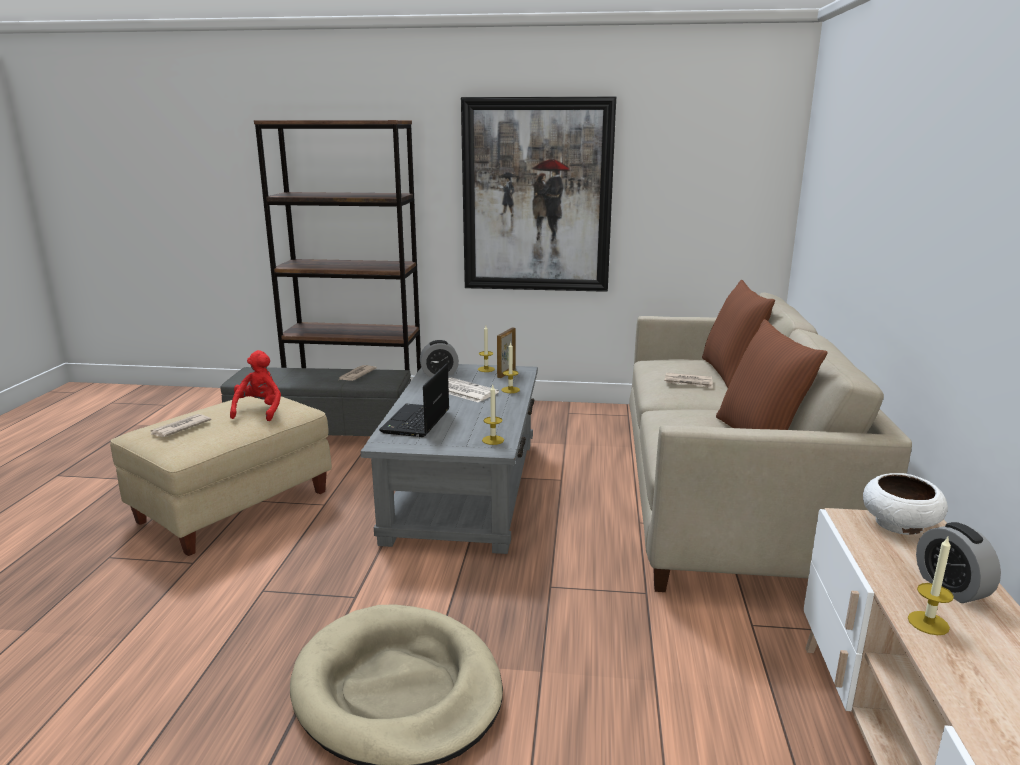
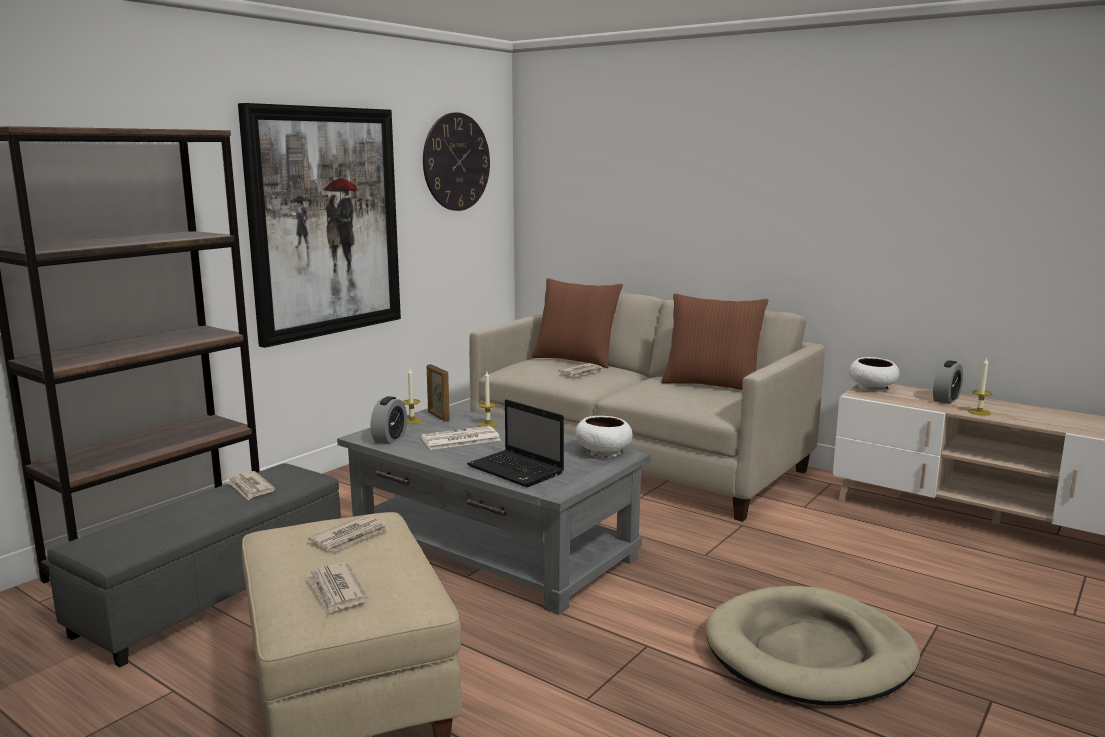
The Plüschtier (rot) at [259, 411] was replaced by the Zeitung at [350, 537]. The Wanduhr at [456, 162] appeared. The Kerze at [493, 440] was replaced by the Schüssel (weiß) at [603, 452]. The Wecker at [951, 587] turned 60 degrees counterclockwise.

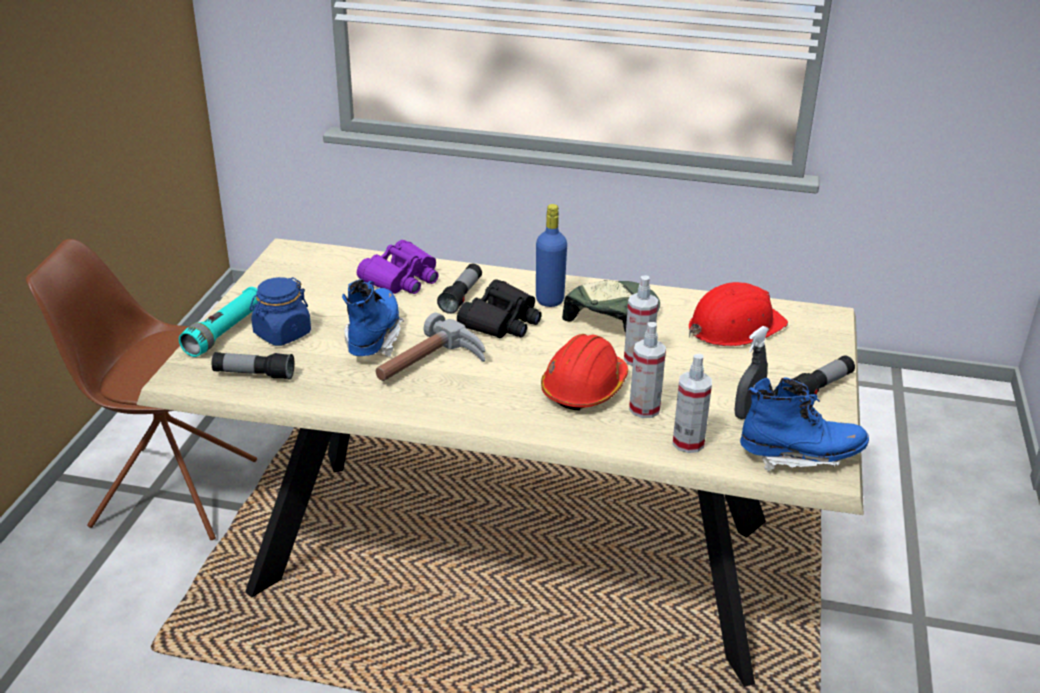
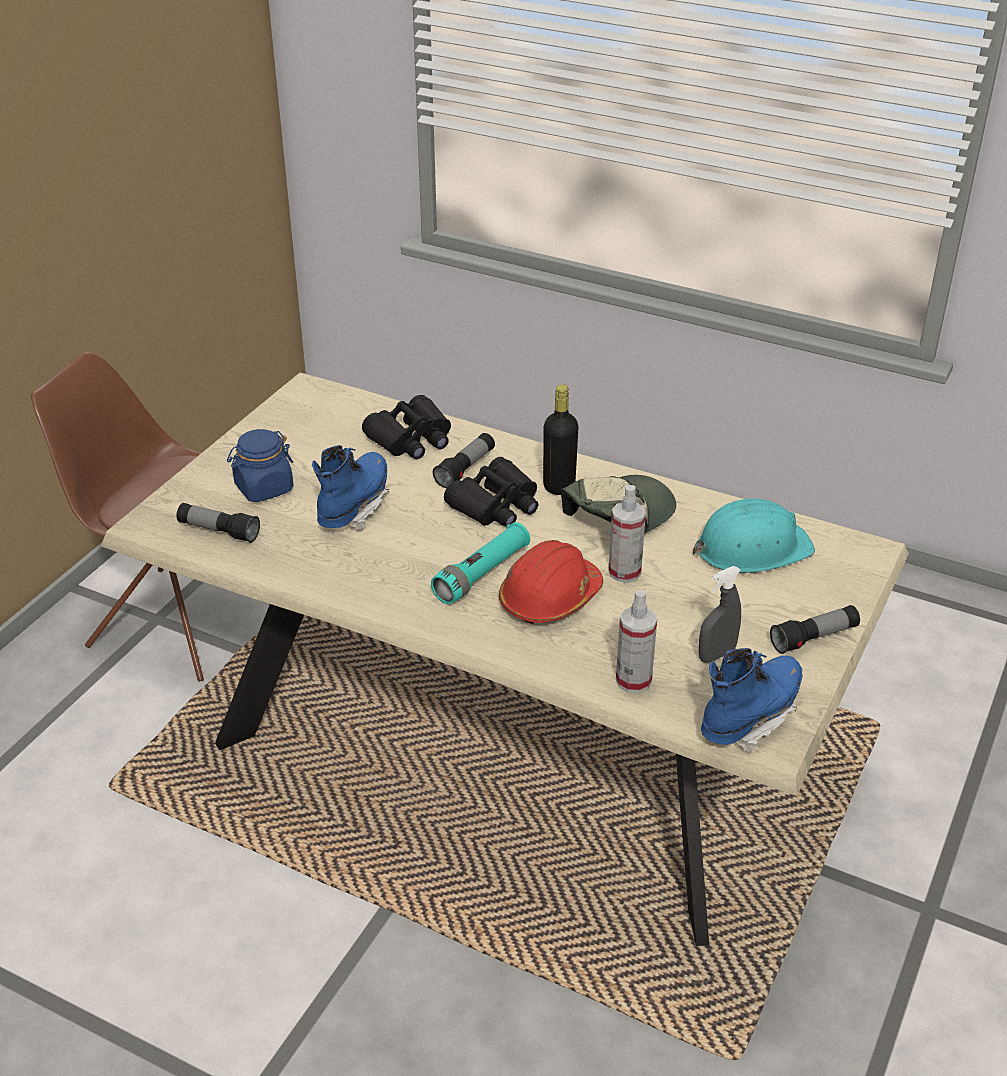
The Fernglas (lila) at [402, 279] became the Fernglas (schwarz) at [411, 439]. The Taschenlampe (türkis) moved from [225, 332] to [482, 574]. The Flasche (blau) at [549, 300] became the Flasche (schwarz) at [559, 486]. The Schutzhelm (rot) at [734, 327] became the Schutzhelm (türkis) at [751, 548]. The Stiefel (blau) at [800, 457] turned 60 degrees counterclockwise. The Hammer at [431, 366] disappeared. The Sprühflasche at [644, 409] disappeared.

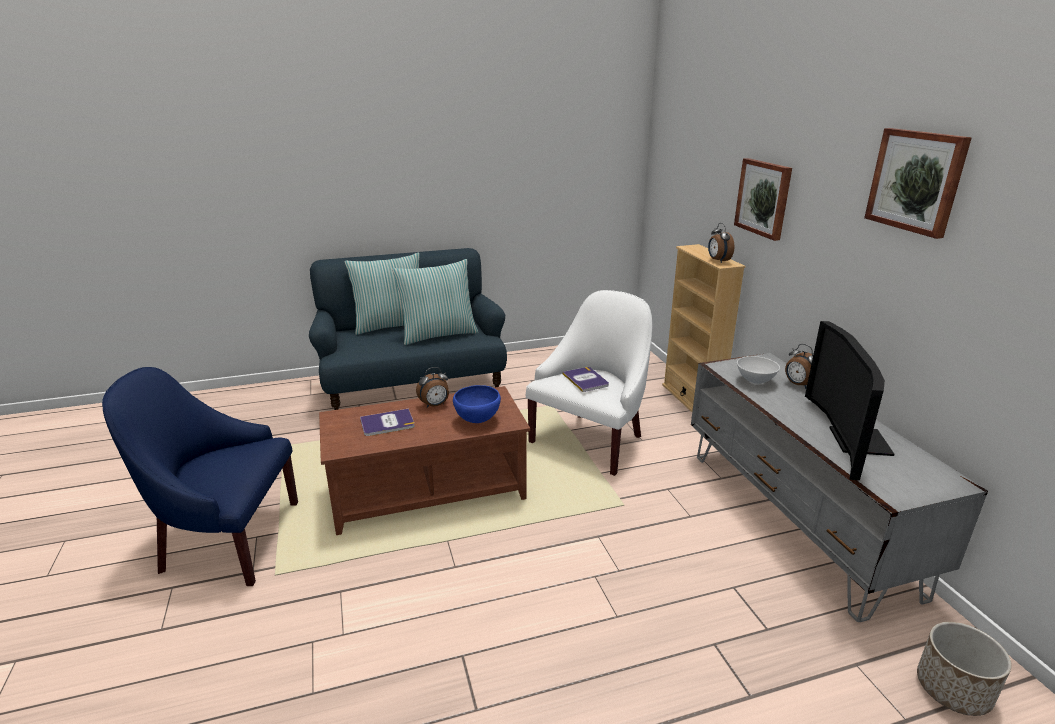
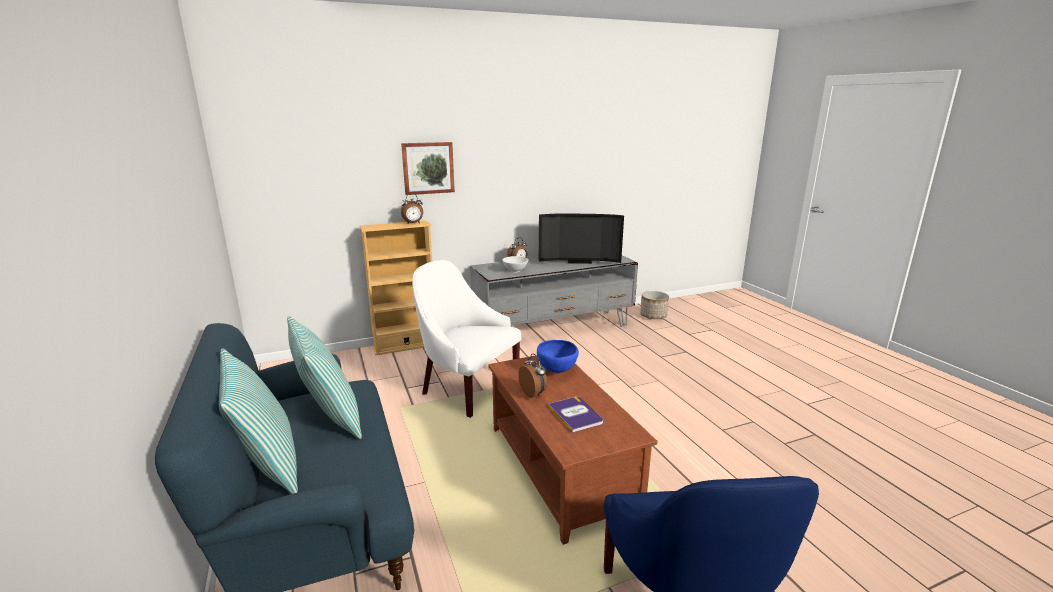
The Buch at [585, 380] disappeared. The Bild at [916, 181] disappeared.

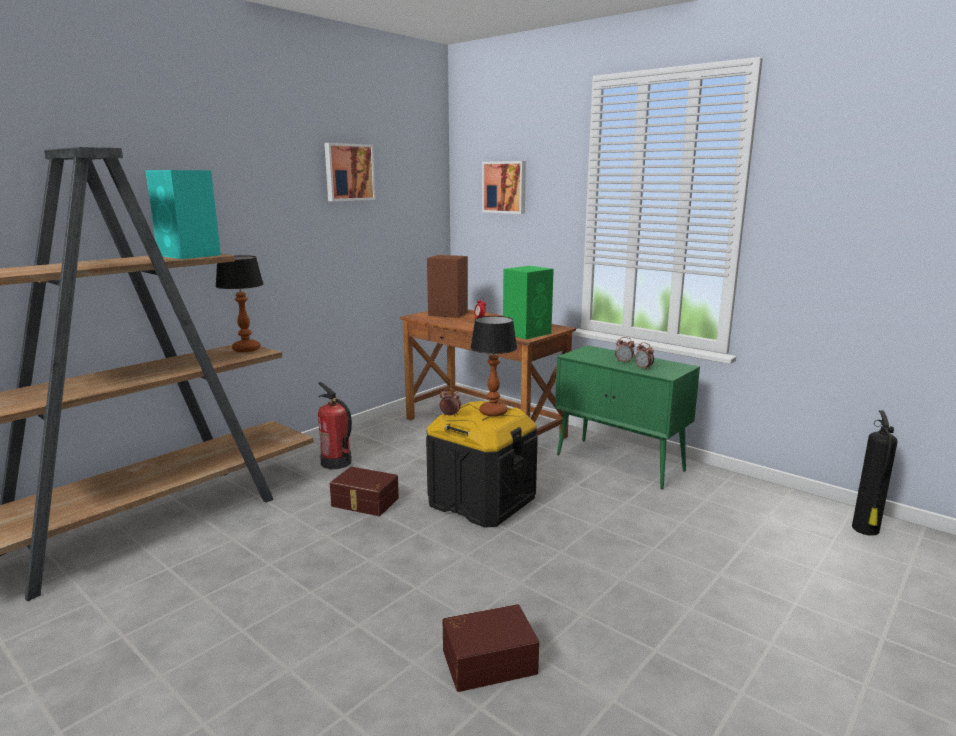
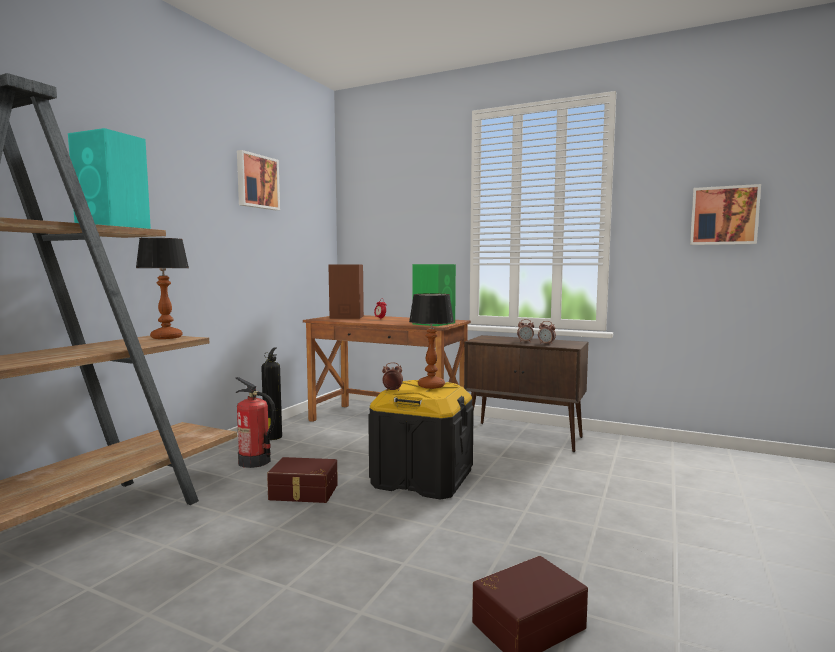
The Feuerlöscher moved from [865, 530] to [272, 437]. The Schrank (grün) at [620, 463] became the Schrank (braun) at [525, 436]. The Bild moved from [505, 187] to [723, 215].

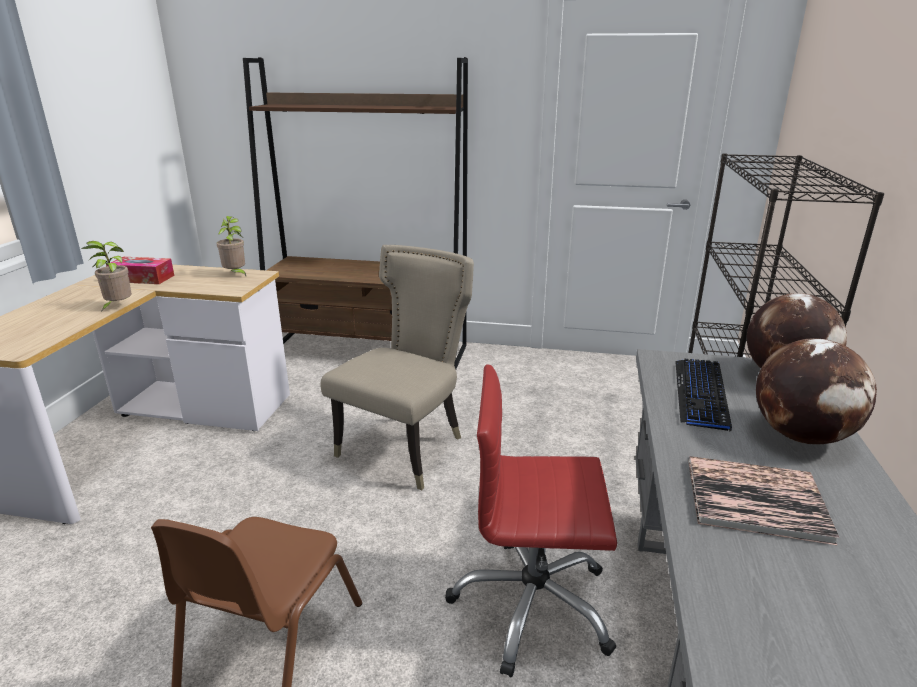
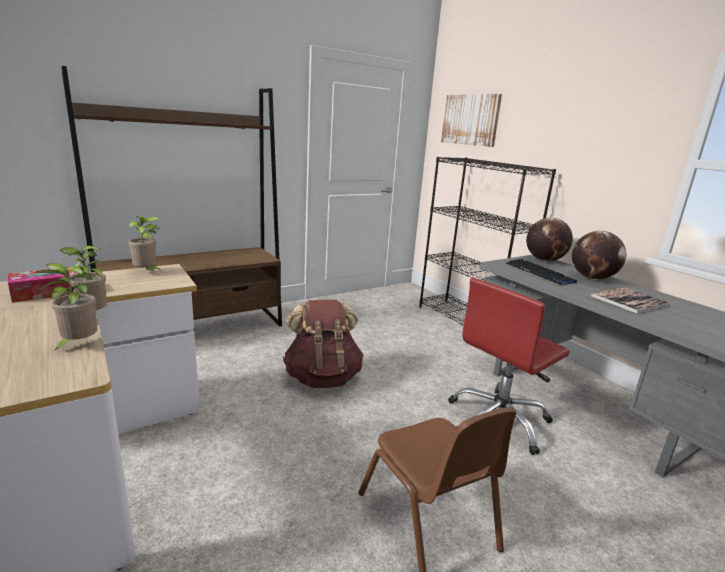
The Topfpflanze at [78, 345] appeared. The Stuhl (beige) at [407, 447] was replaced by the Rucksack (braun) at [322, 377]. The Bild at [470, 120] appeared.

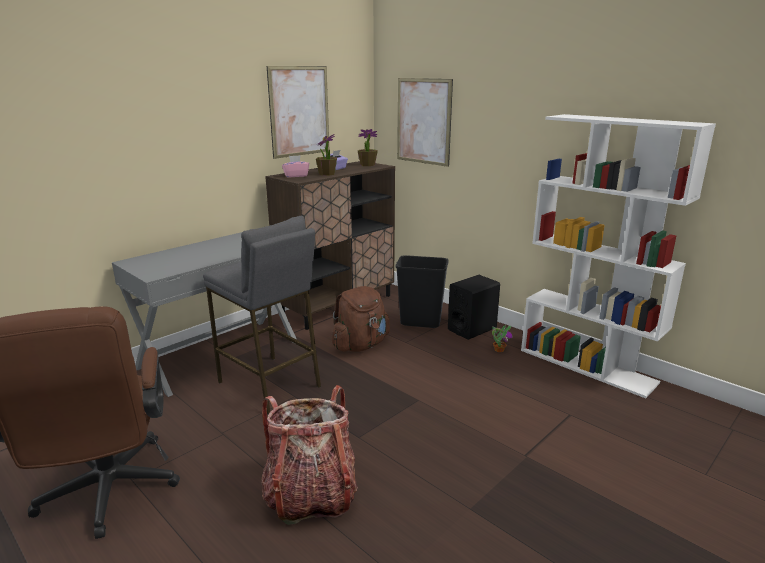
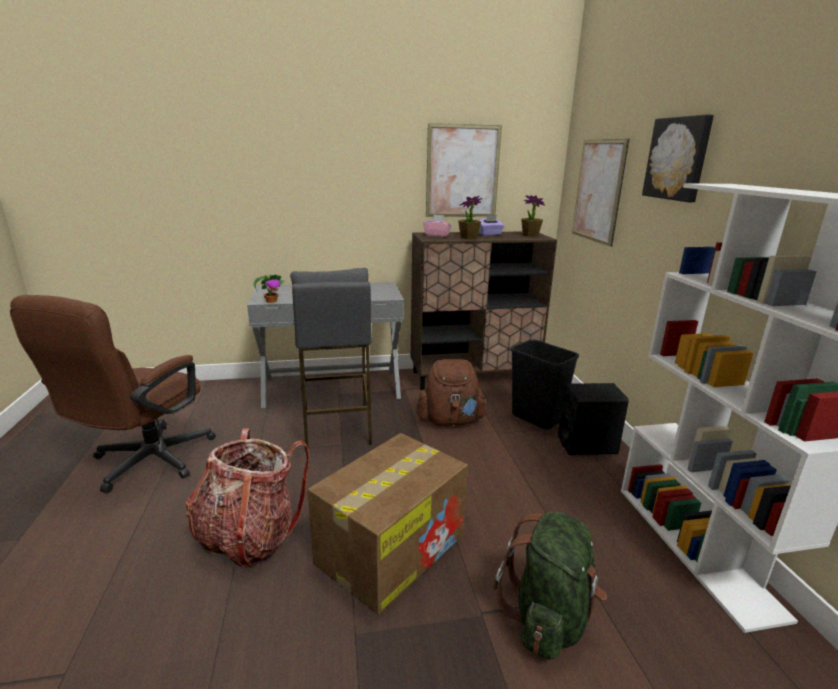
The Topfpflanze moved from [499, 350] to [271, 301]. The Karton at [392, 547] appeared. The Rucksack (grün) at [548, 617] appeared. The Bild at [678, 159] appeared.

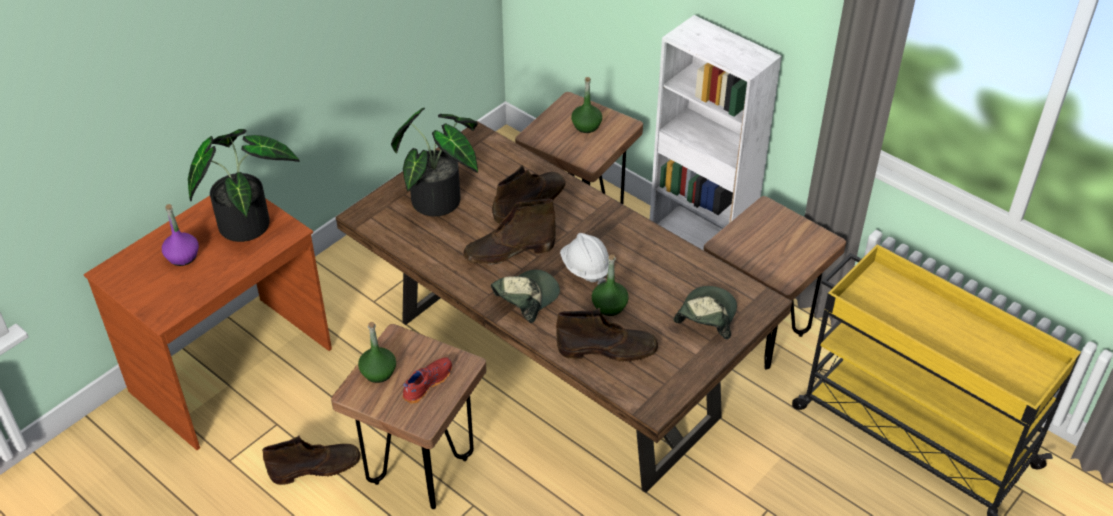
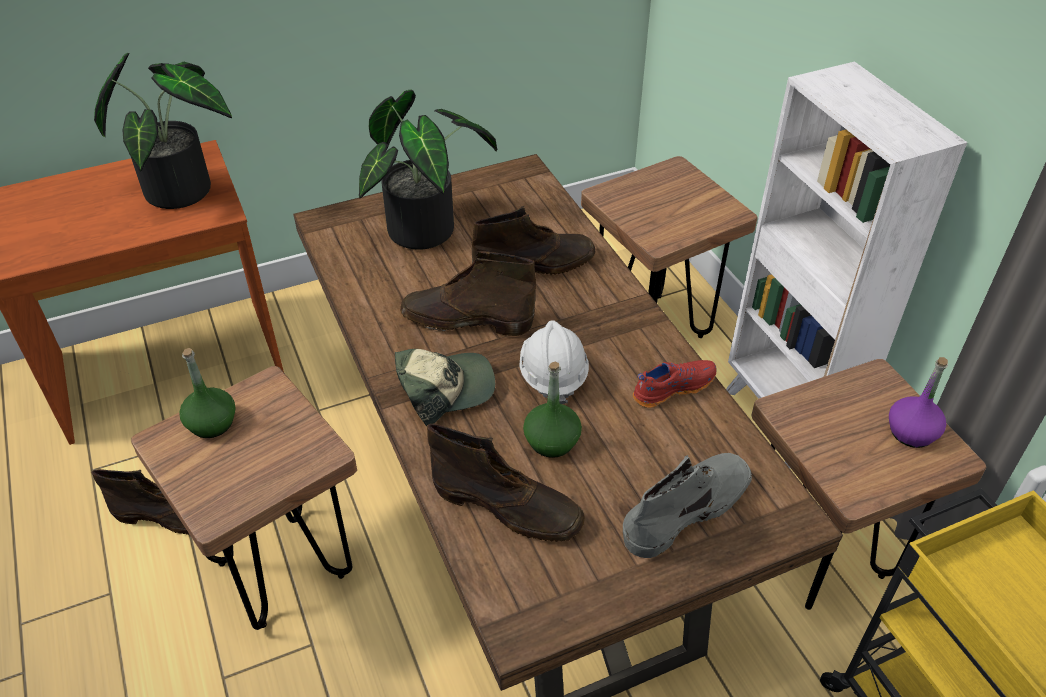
The Kappe at [706, 316] was replaced by the Stiefel (grau) at [687, 509]. The Schuh (rot) moved from [426, 383] to [672, 388]. The Flasche (lila) moved from [183, 257] to [911, 433]. The Flasche (grün) at [586, 126] disappeared.

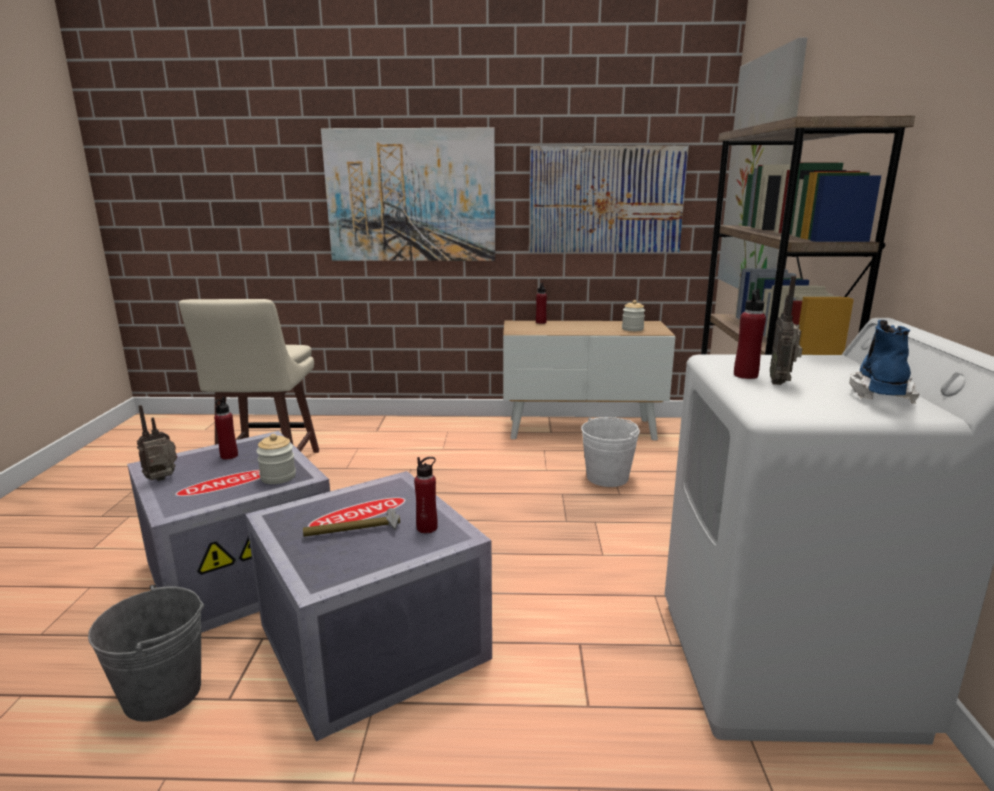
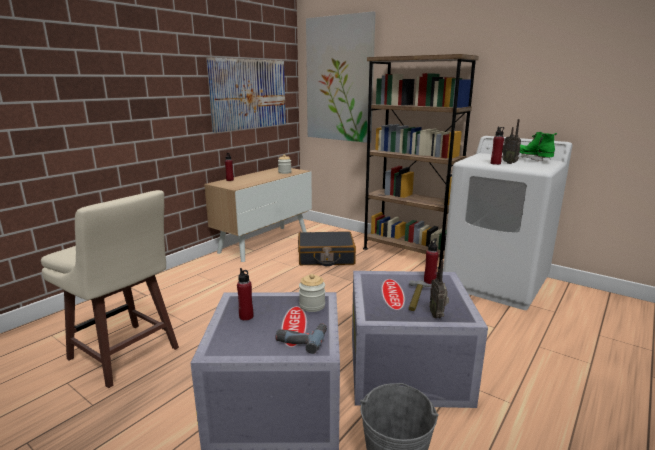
The Bohrmaschine at [302, 339] appeared. The Eimer (weiß) at [607, 477] was replaced by the Koffer (schwarz) at [326, 257]. The Radio moved from [163, 480] to [437, 315]. The Stiefel (blau) at [880, 392] became the Stiefel (grün) at [533, 159]. The Bild at [411, 196] disappeared.

